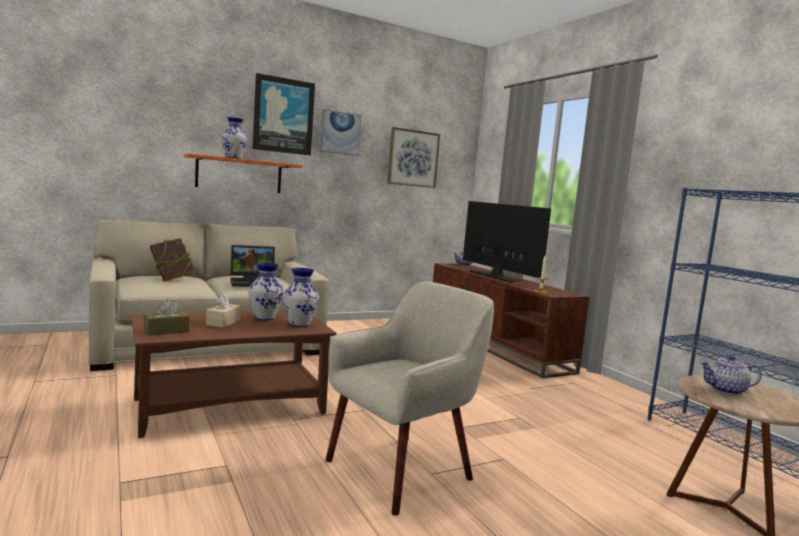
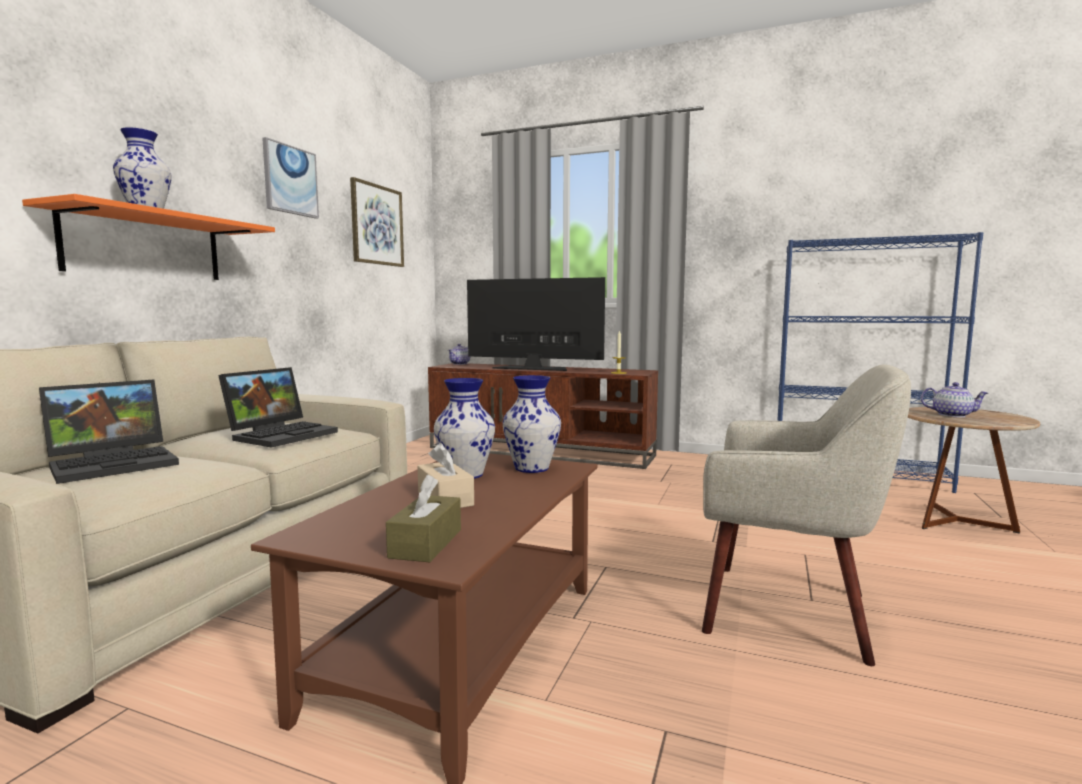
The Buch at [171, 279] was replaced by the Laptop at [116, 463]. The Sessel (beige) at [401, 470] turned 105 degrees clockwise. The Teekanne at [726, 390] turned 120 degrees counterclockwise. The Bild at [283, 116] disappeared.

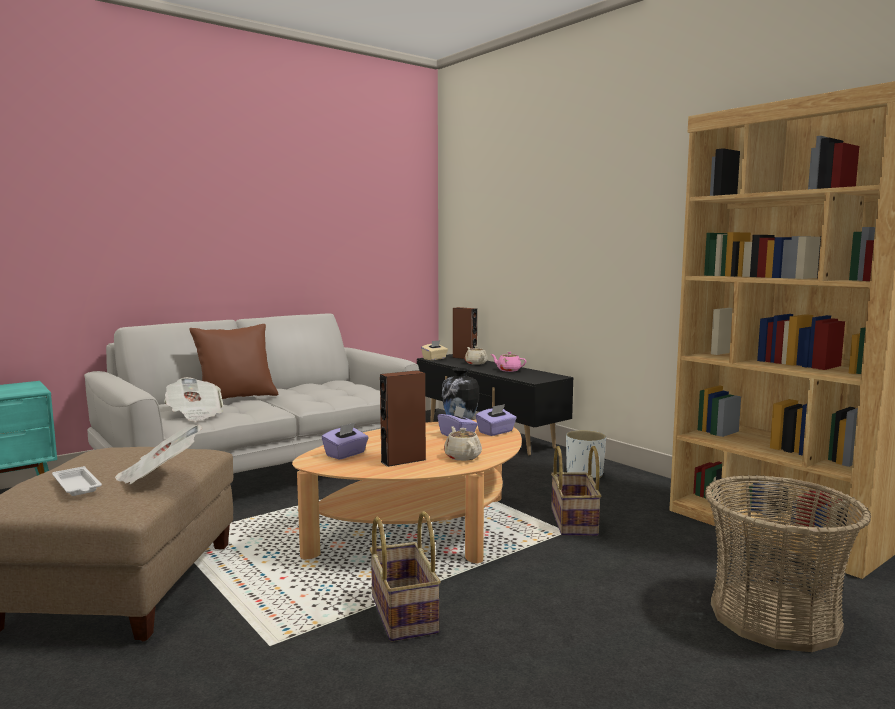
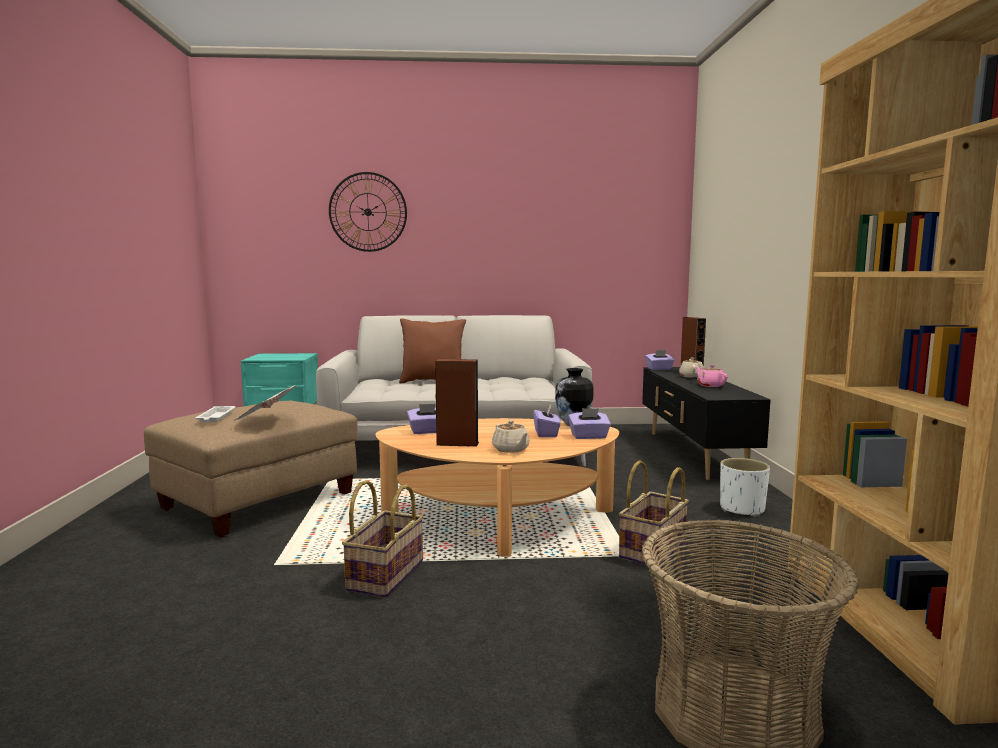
The Wanduhr at [368, 212] appeared. The Teekanne (beige) at [462, 456] turned 135 degrees clockwise. The Taschentuchbox (beige) at [434, 359] became the Taschentuchbox (lila) at [659, 369]. The Zeitung at [195, 414] disappeared.

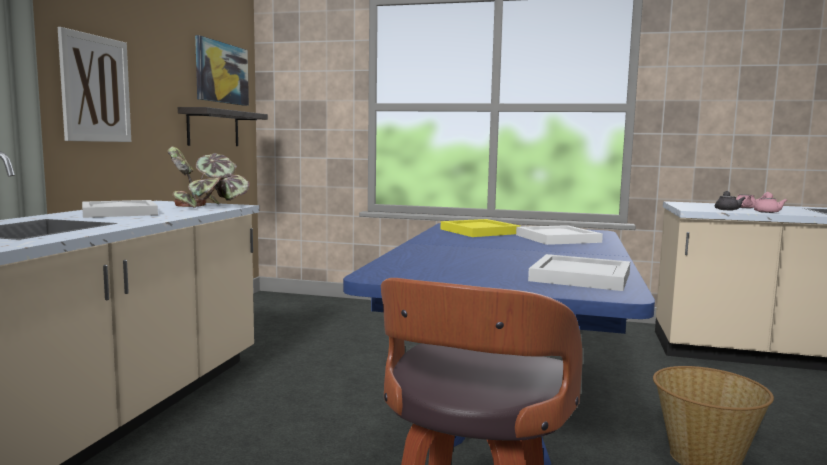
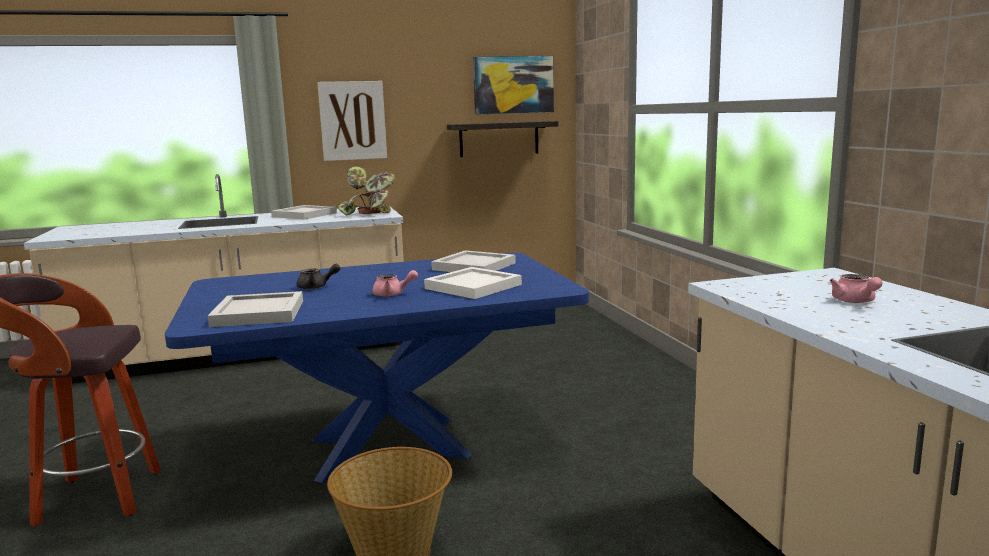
The Teekanne (grau) moved from [727, 209] to [316, 287]. The Teekanne (rosa) moved from [767, 211] to [393, 294]. The Tablett (gelb) at [478, 231] became the Tablett (weiß) at [473, 266].

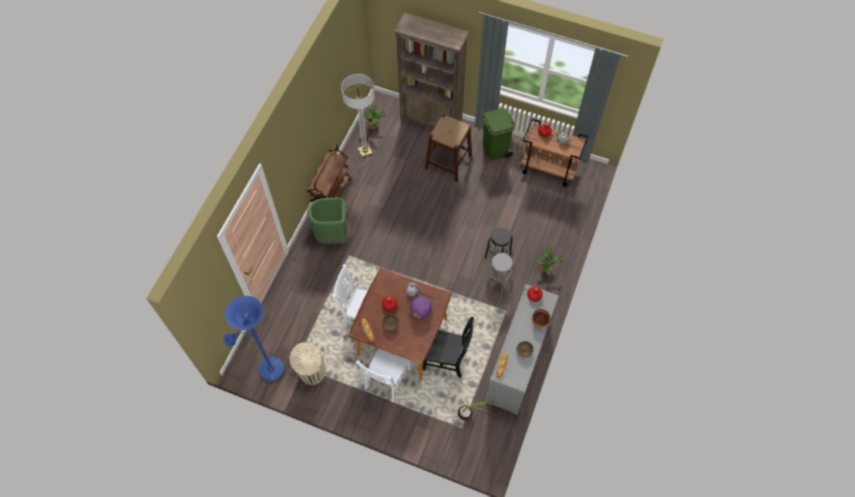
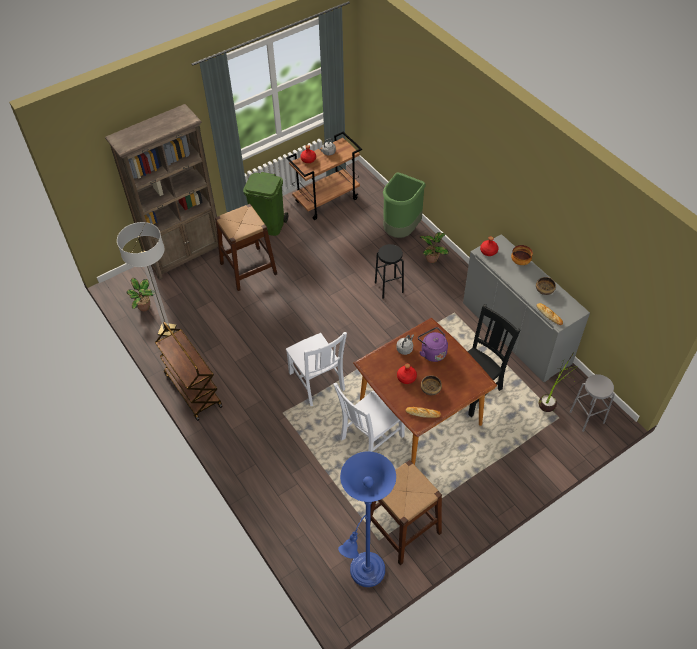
The Stuhl (weiß) moved from [387, 380] to [317, 383]. The Mülleimer (beige) at [312, 373] was replaced by the Hocker (braun) at [403, 528]. The Mülleimer (grün) moved from [332, 236] to [401, 230]. The Hocker (grau) moved from [498, 281] to [587, 417].

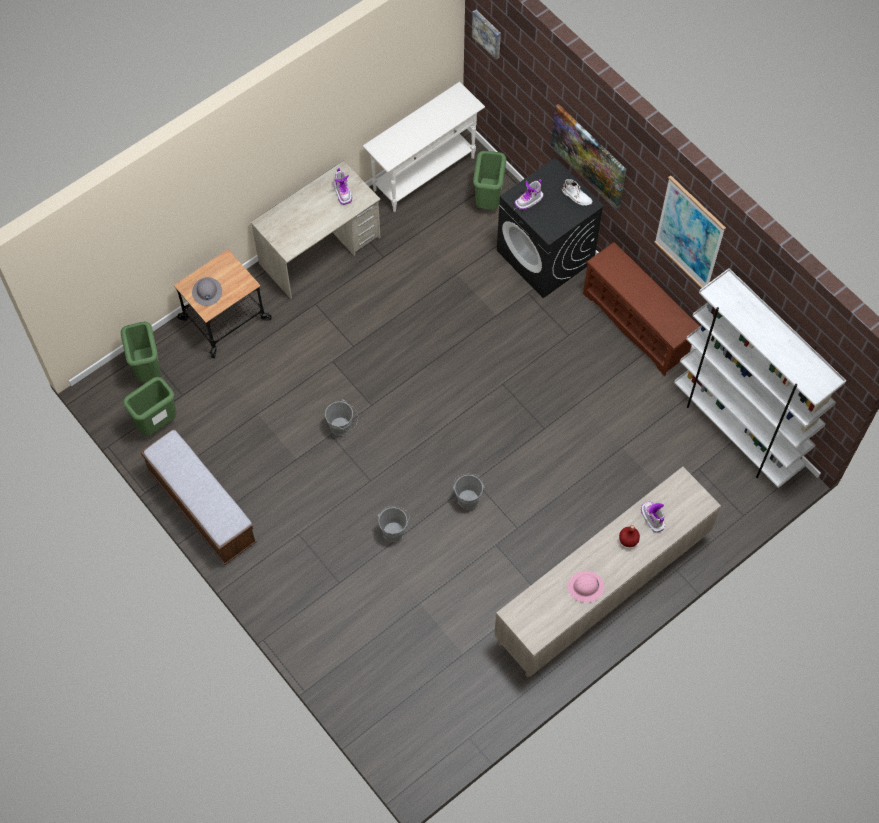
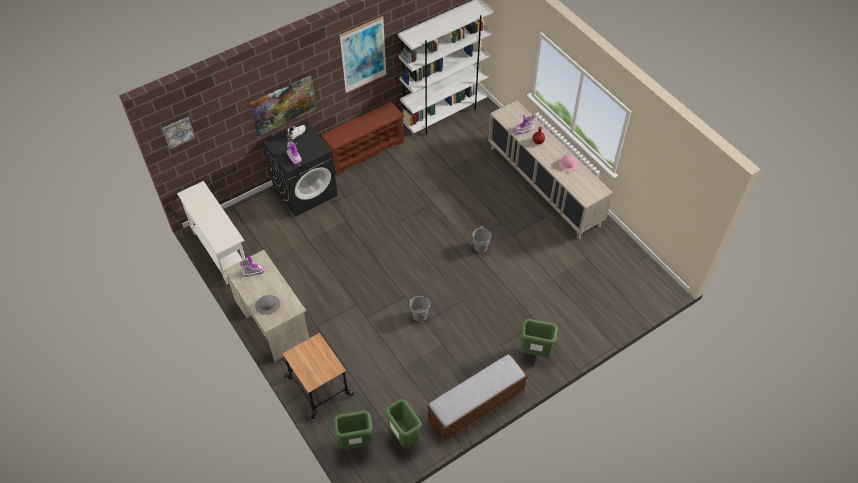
The Schutzhelm (grau) moved from [207, 292] to [268, 305]. The Mülleimer (grün) moved from [488, 200] to [535, 352]. The Eimer (grau) at [394, 530] disappeared.

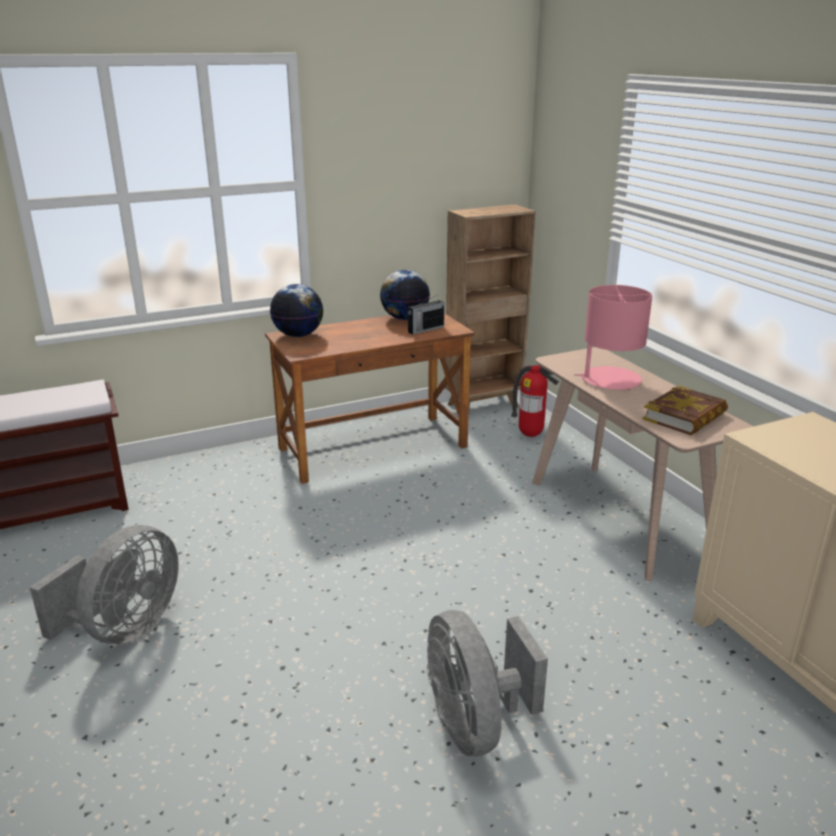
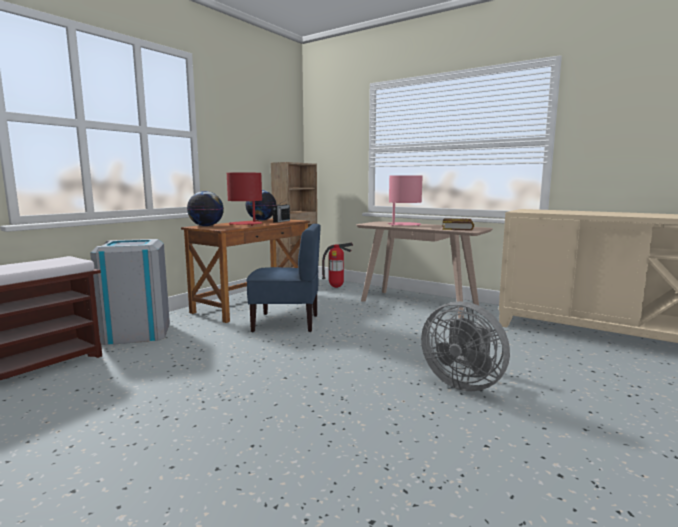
The Mülleimer (grau) at [137, 333] appeared. The Tischlampe (rot) at [246, 224] appeared. The Stuhl (blau) at [286, 323] appeared. The Ventilator (grau) at [124, 629] disappeared.

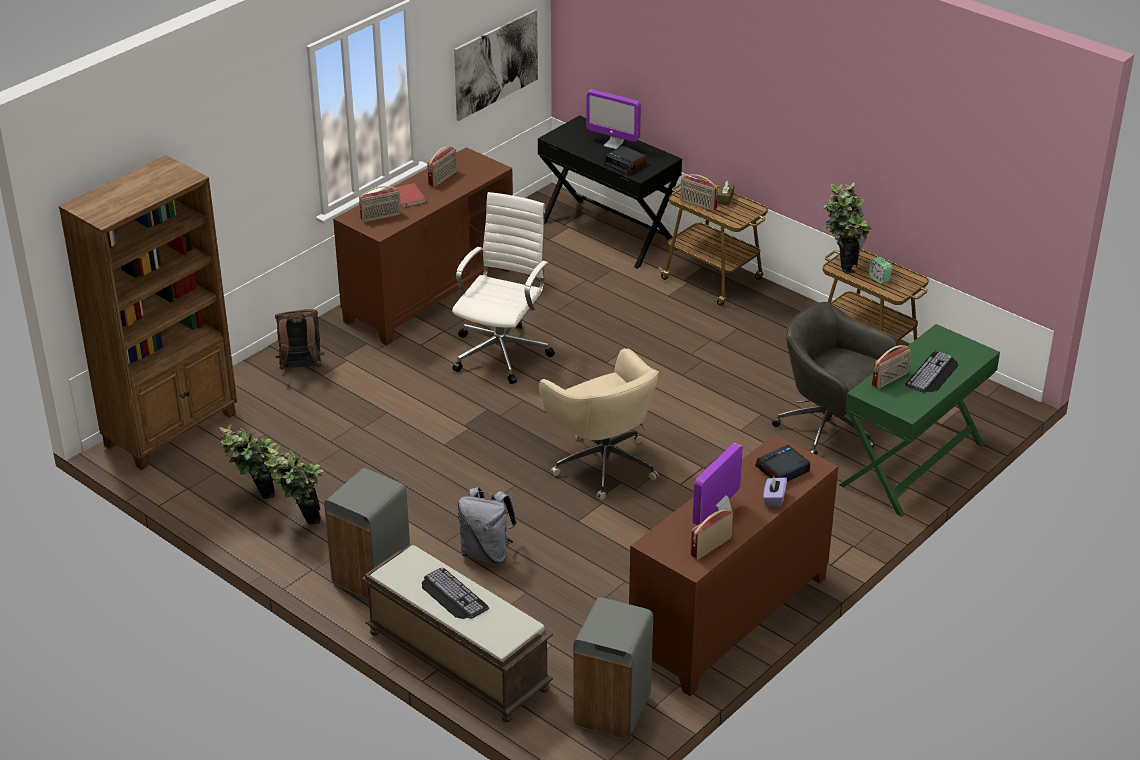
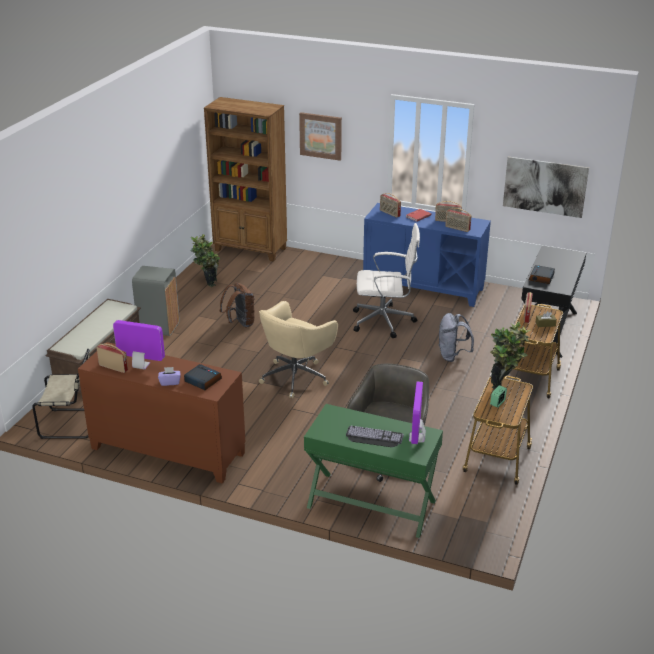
The Mülleimer (grau) at [613, 711] was replaced by the Stuhl (beige) at [72, 424]. The Rucksack (braun) moved from [301, 368] to [240, 323]. The Bild at [321, 136] appeared. The Schrank (braun) at [429, 294] became the Schrank (blau) at [423, 287]. The Monitor moved from [613, 144] to [417, 438]. The Rucksack (grau) moved from [486, 553] to [452, 356]. The Radio moved from [890, 380] to [457, 228]. The Topfpflanze at [299, 522] disappeared. The Tastatur at [451, 595] disappeared.

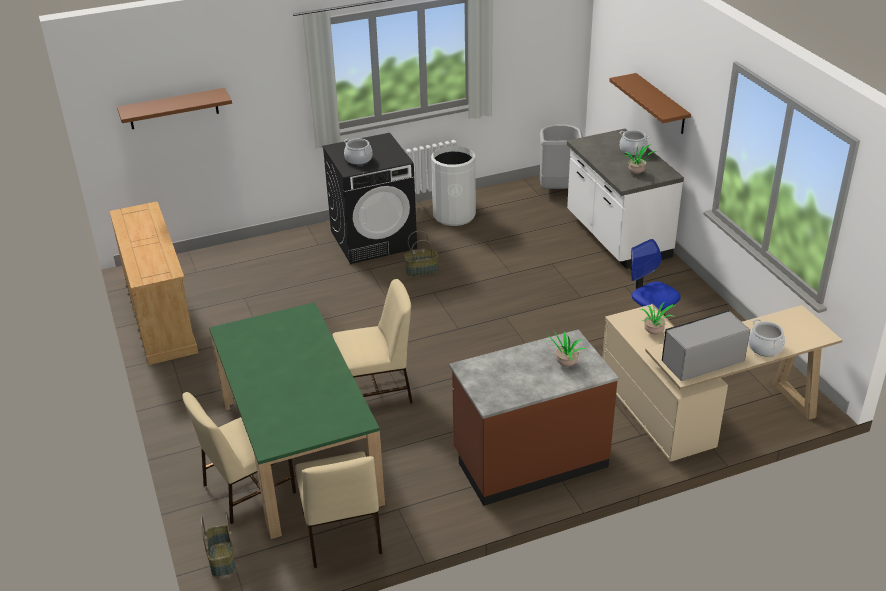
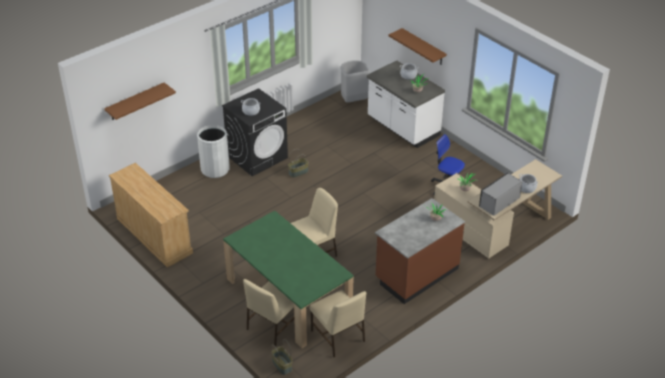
The Mülleimer (weiß) moved from [454, 215] to [215, 169].

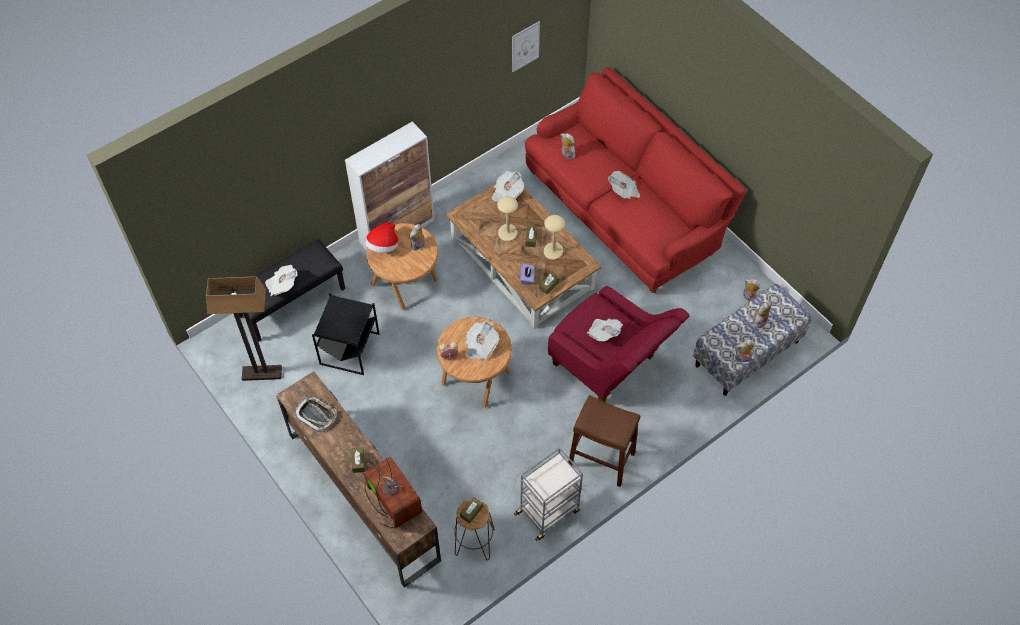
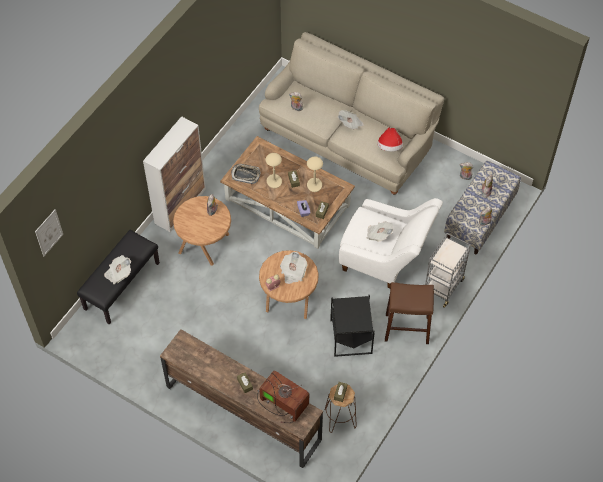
The Bild moved from [525, 46] to [49, 232]. The Tablett moved from [316, 415] to [245, 175]. The Sofa (rot) at [625, 210] became the Sofa (beige) at [348, 138]. The Beistelltisch (schwarz) moved from [349, 349] to [350, 337]. The Sessel (rot) at [609, 366] became the Sessel (weiß) at [385, 259]. The Hut moved from [383, 246] to [389, 147]. The Rollwagen (grau) moved from [548, 511] to [443, 286]. The Stehlampe at [262, 373] disappeared. The Zeitung at [507, 193] disappeared.

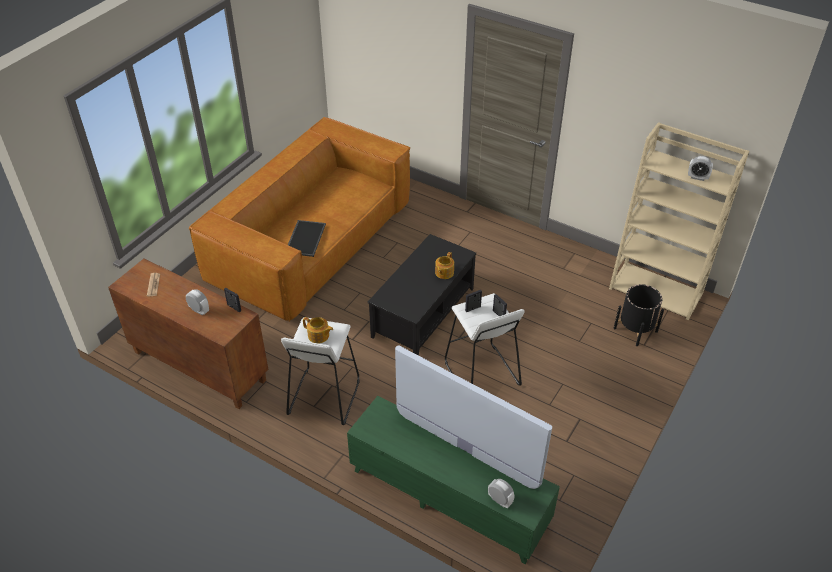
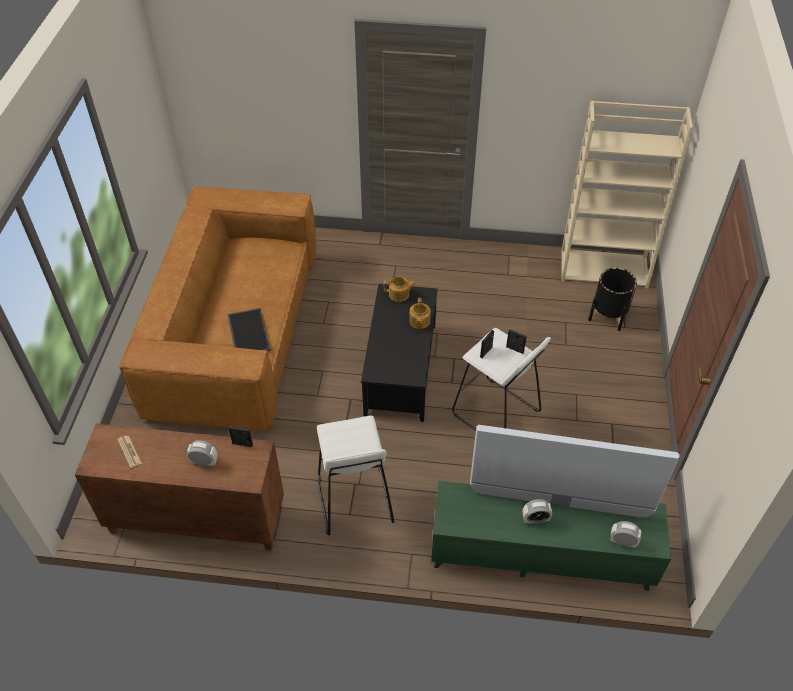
The Teekanne moved from [319, 336] to [399, 294]. The Wecker moved from [697, 177] to [535, 519].

